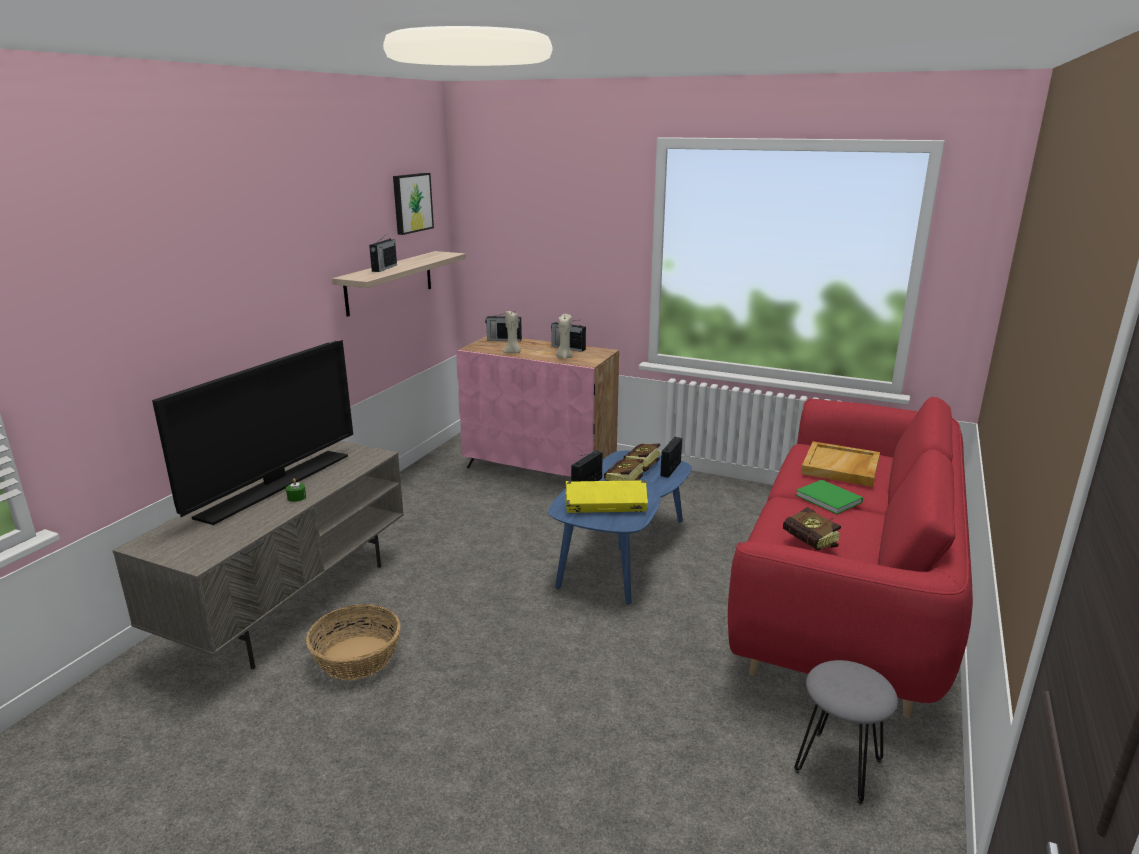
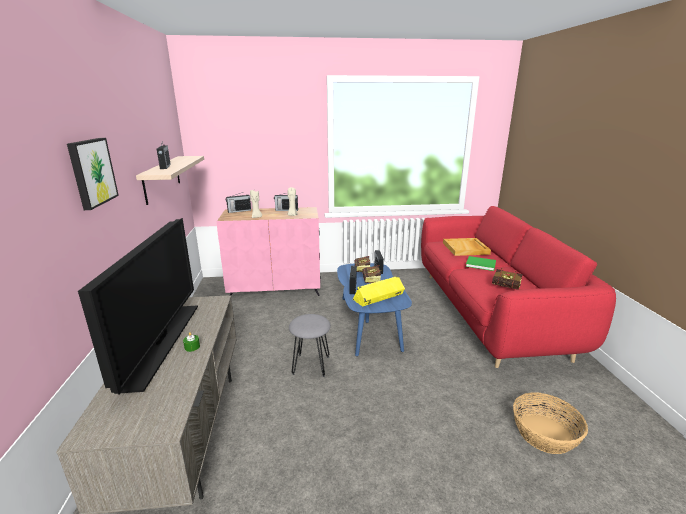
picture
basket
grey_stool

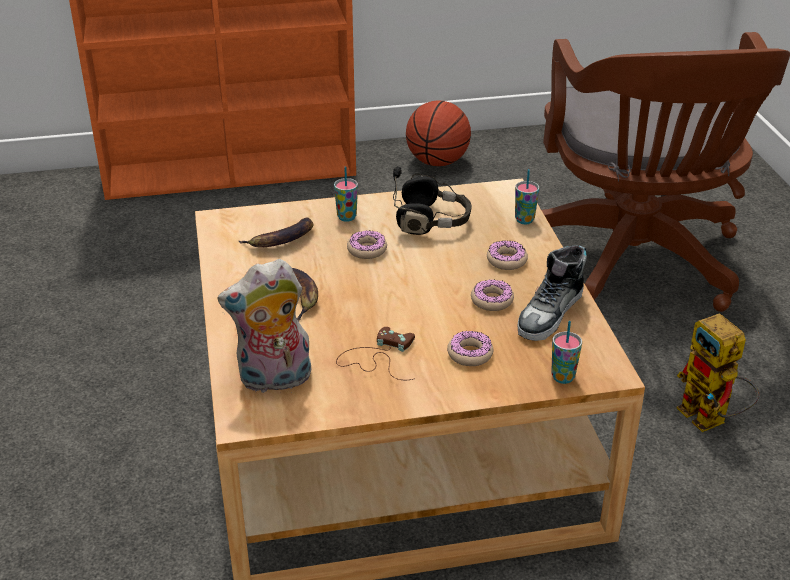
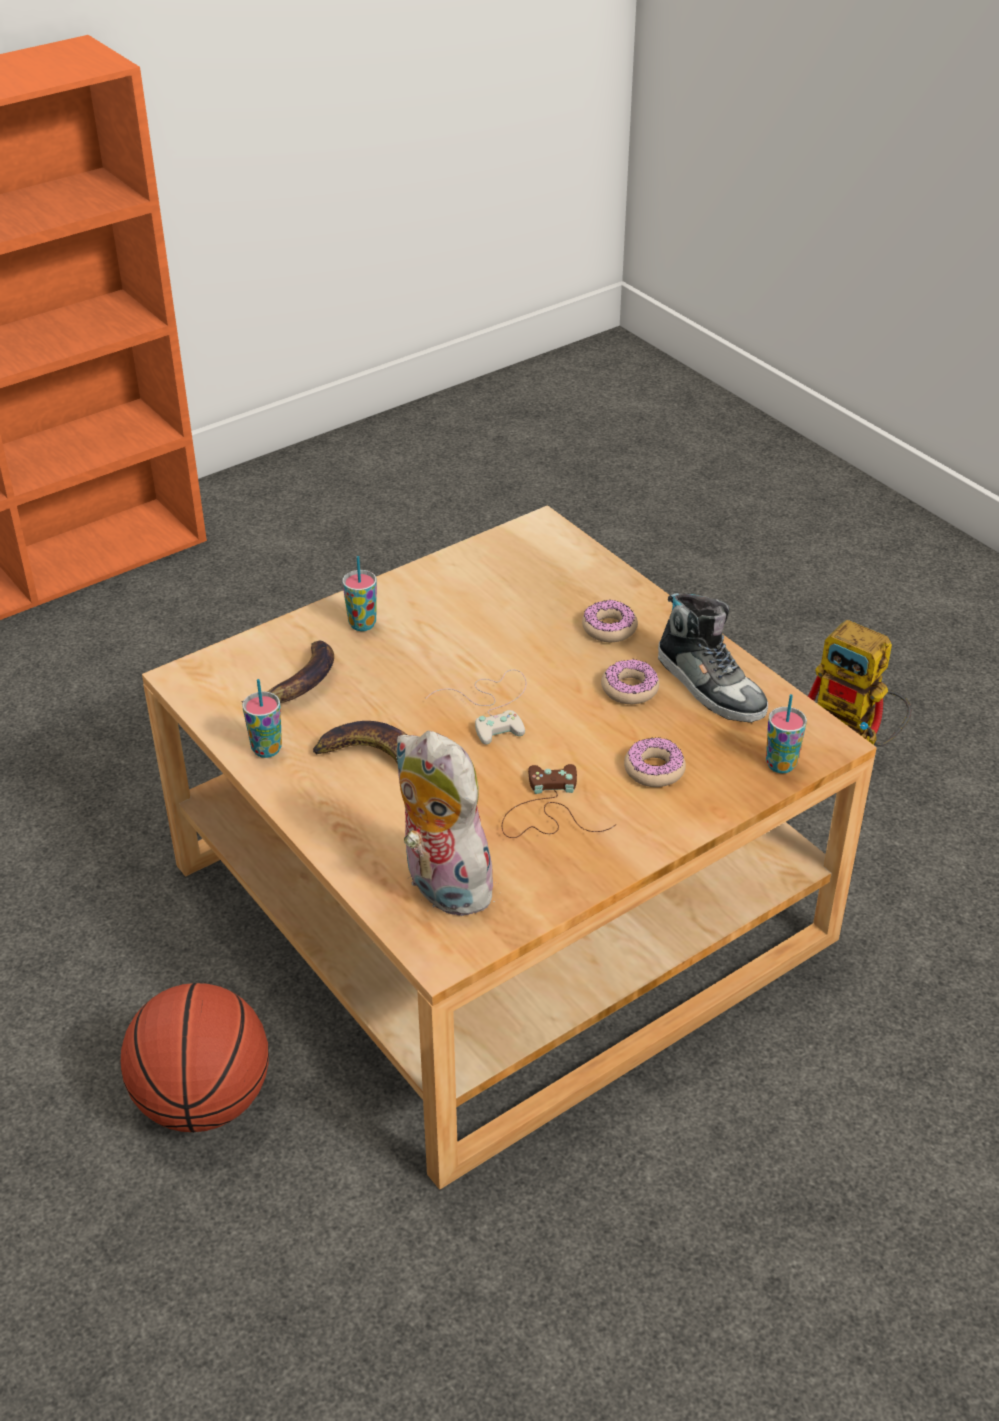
brown_office_chair
basketball
black_headphones
cup (no. 1 from left)
donut (no. 1 from left in the first image)
shoe
plush_toy
white_game_controller

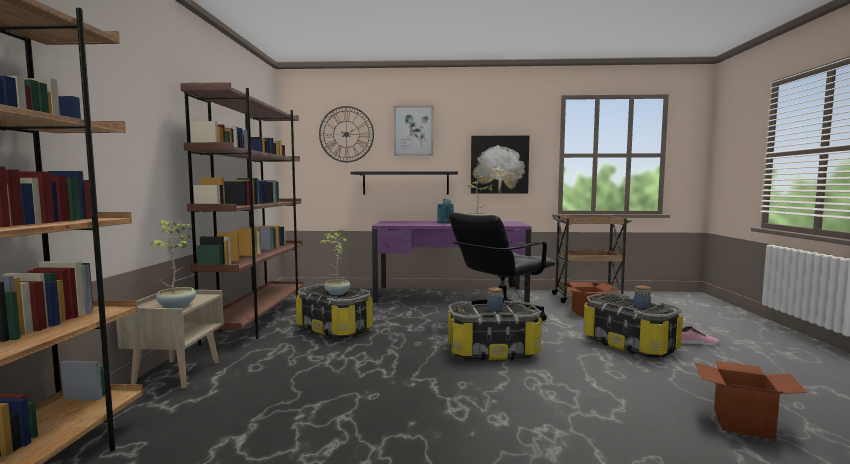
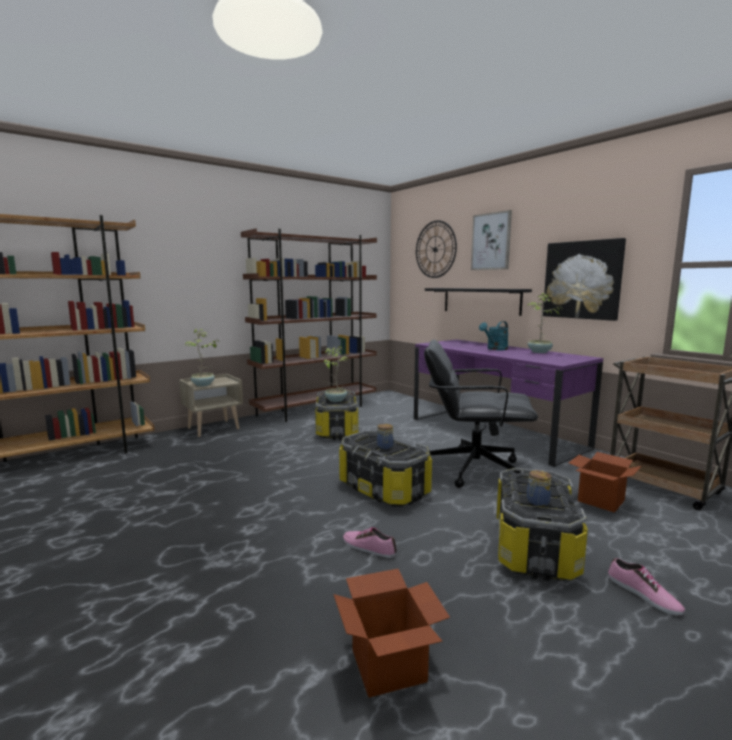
shoe (no. 1 from left)

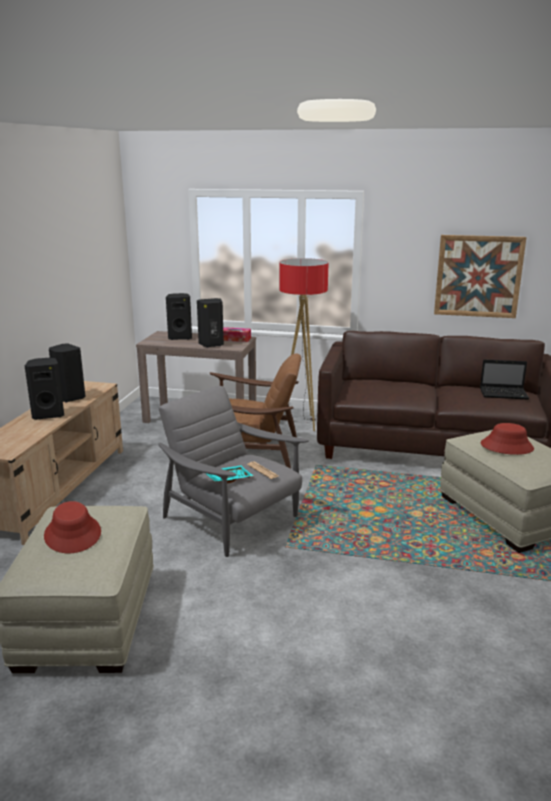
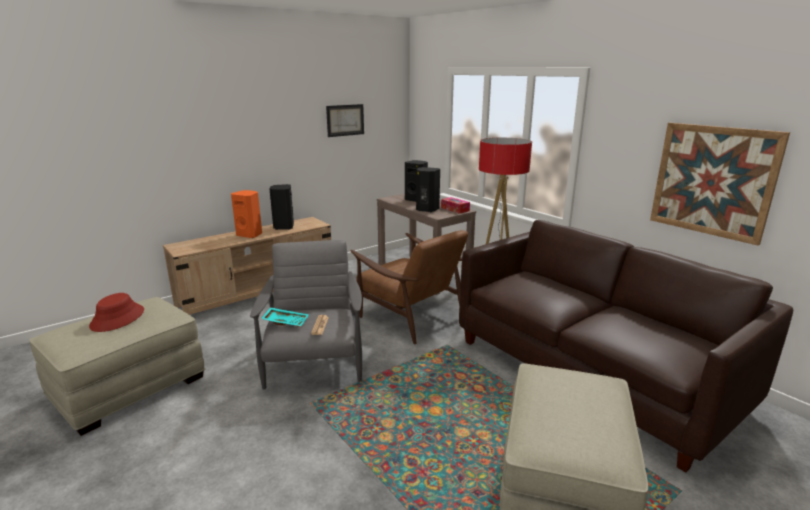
orange_speaker
laptop
red_hat (no. 2 from left in the first image)
picture (no. 1 from left)

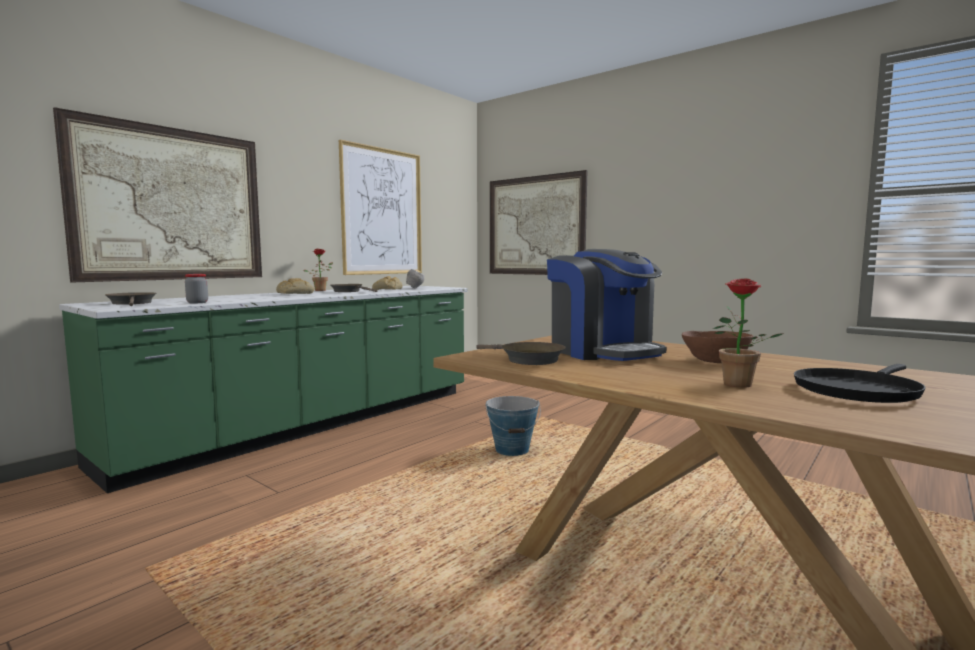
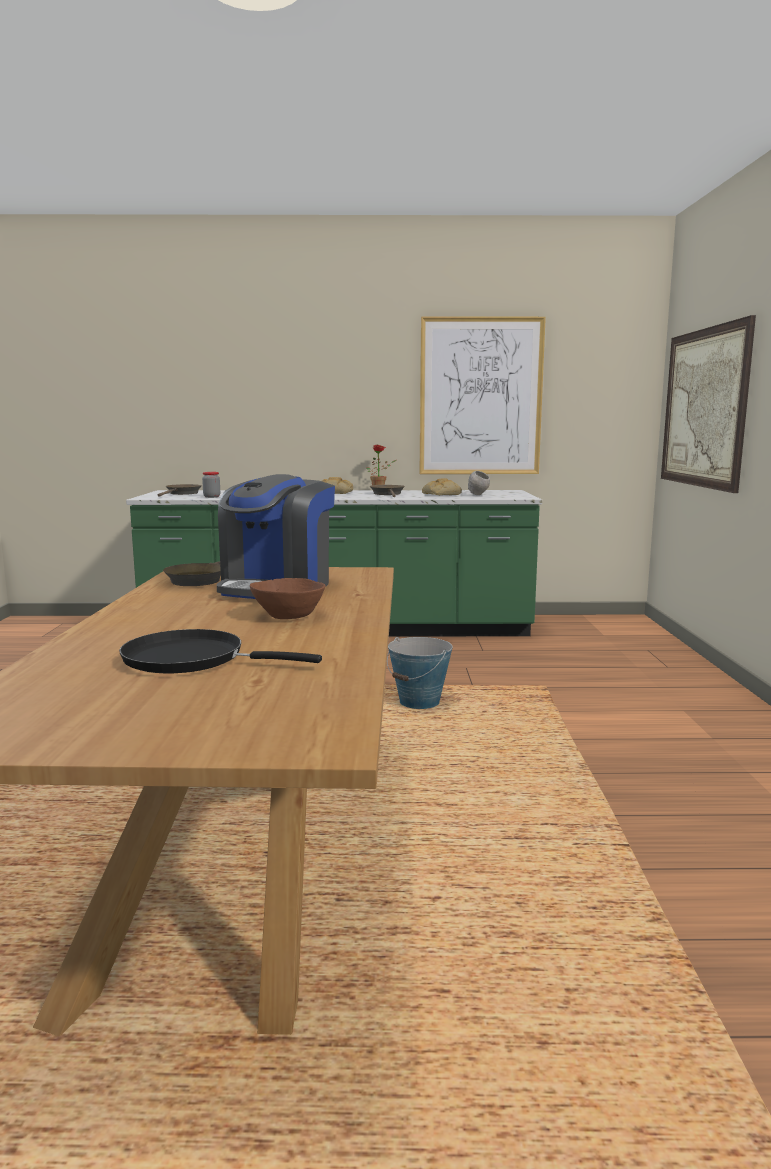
picture (no. 1 from left in the first image)
potted_plant (no. 2 from left in the first image)

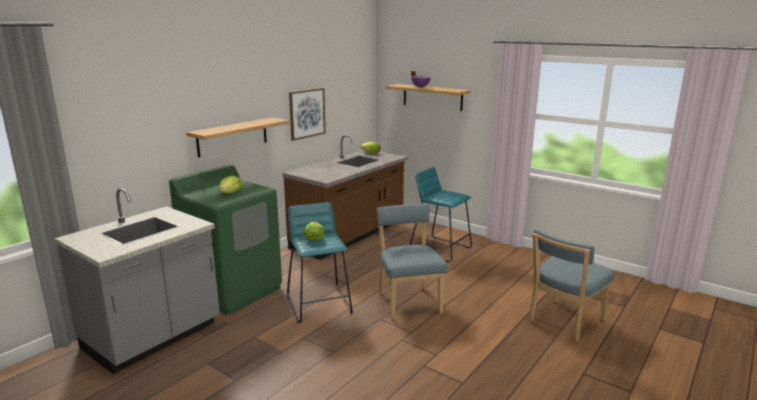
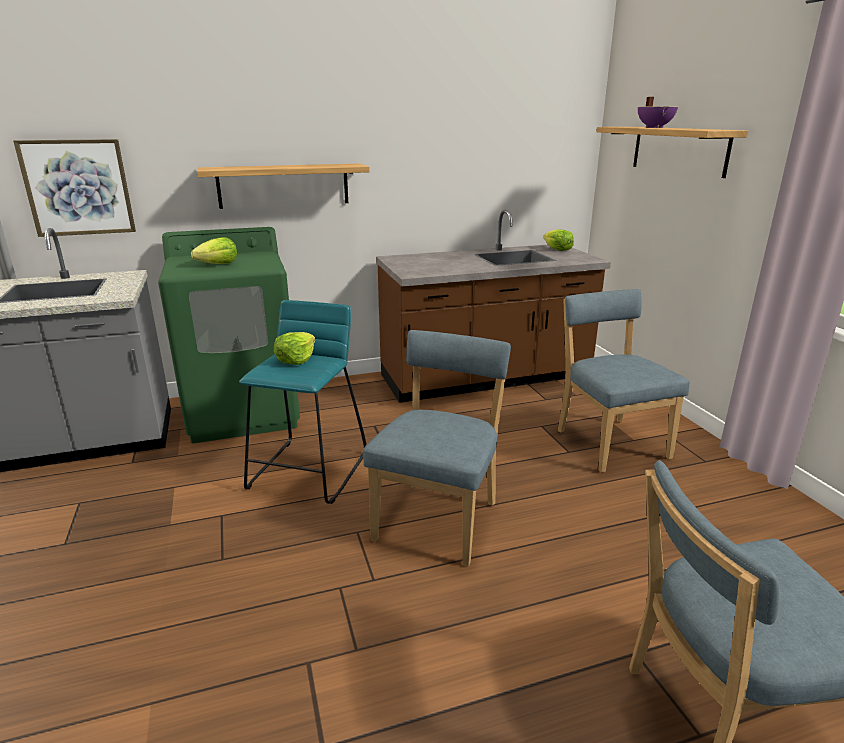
picture
blue_chair (no. 2 from left)

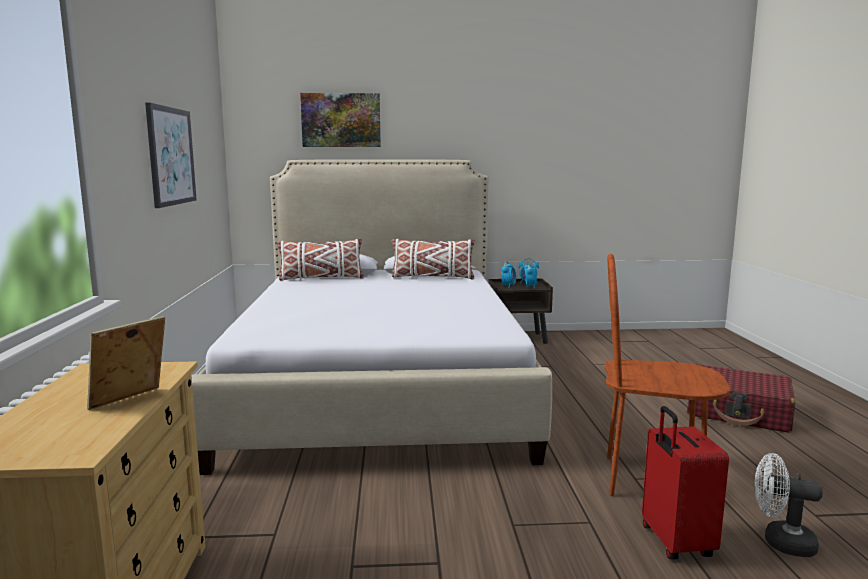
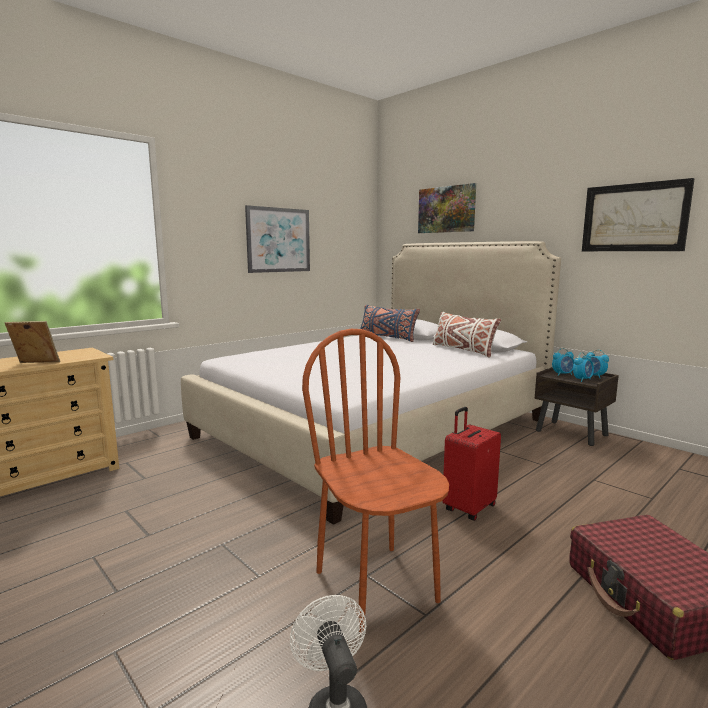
blue_pillow
red_suitcase (no. 1 from left)
picture (no. 3 from left)

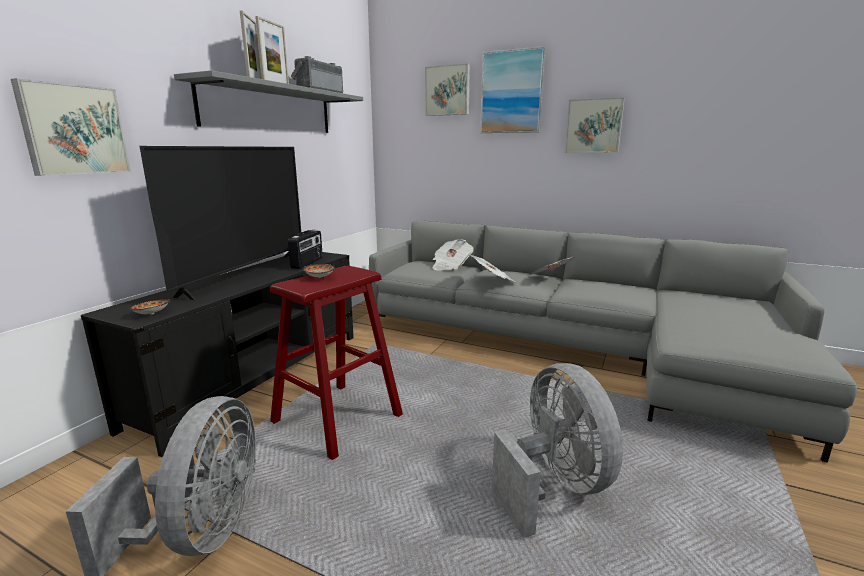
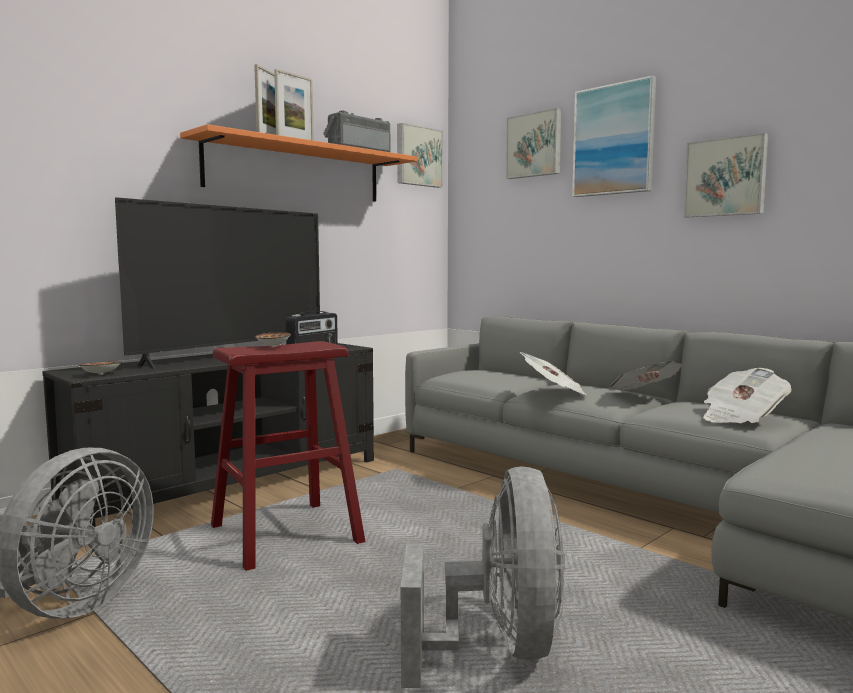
orange_shelf
picture (no. 1 from left)
newspaper (no. 3 from left)

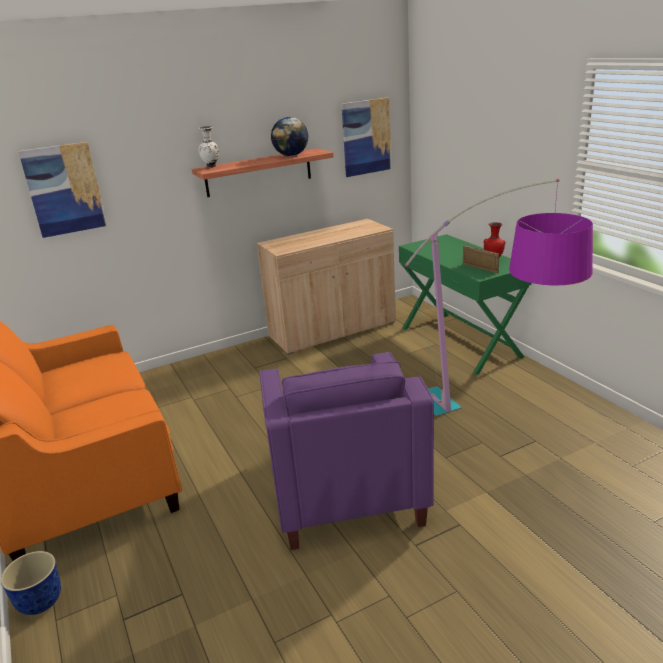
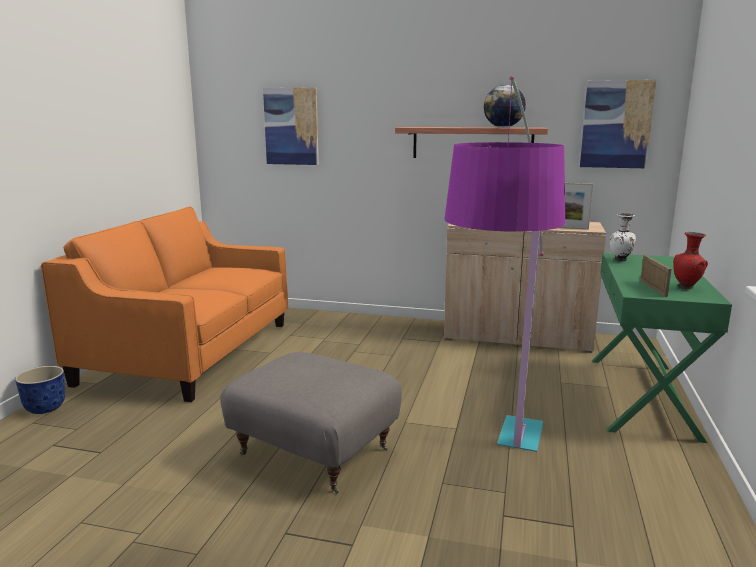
white_vase
grey_ottoman
picture_frame (no. 1 from left)

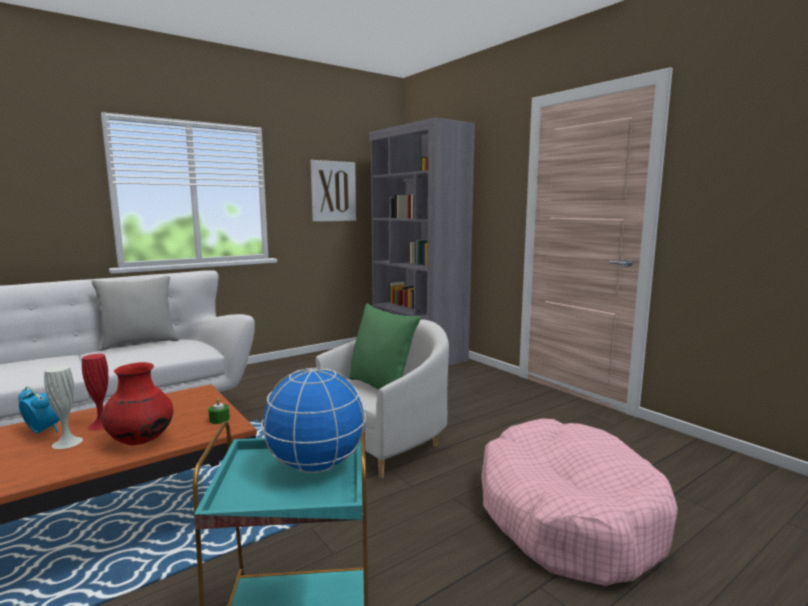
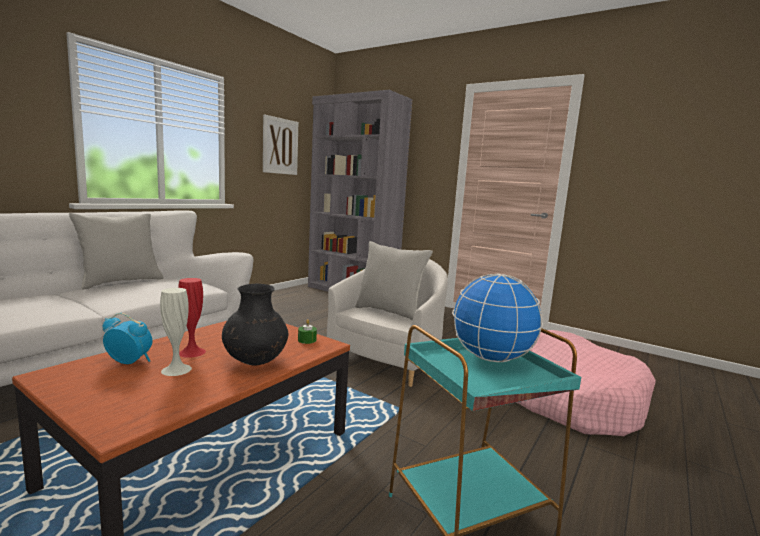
grey_pillow (no. 2 from left)
black_vase

